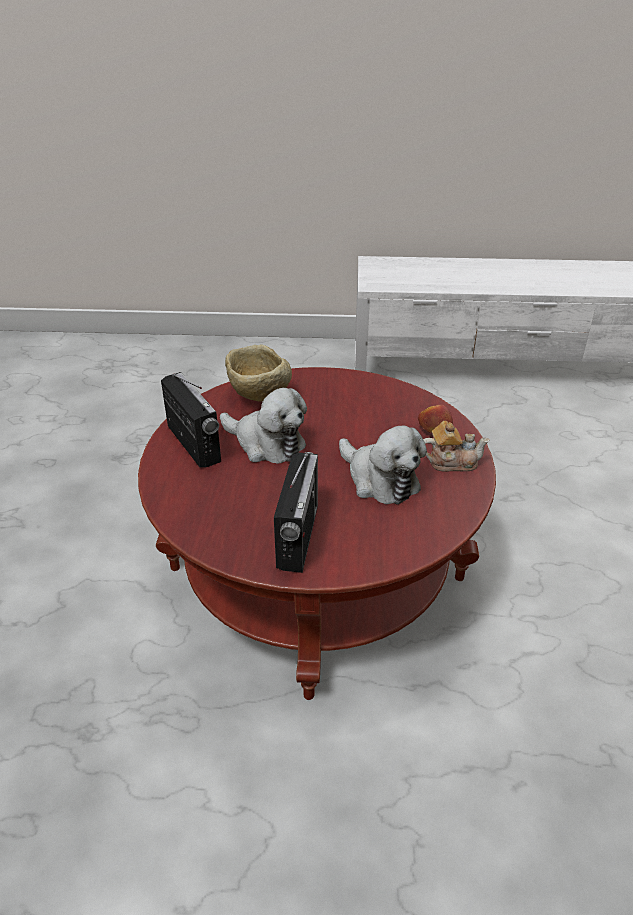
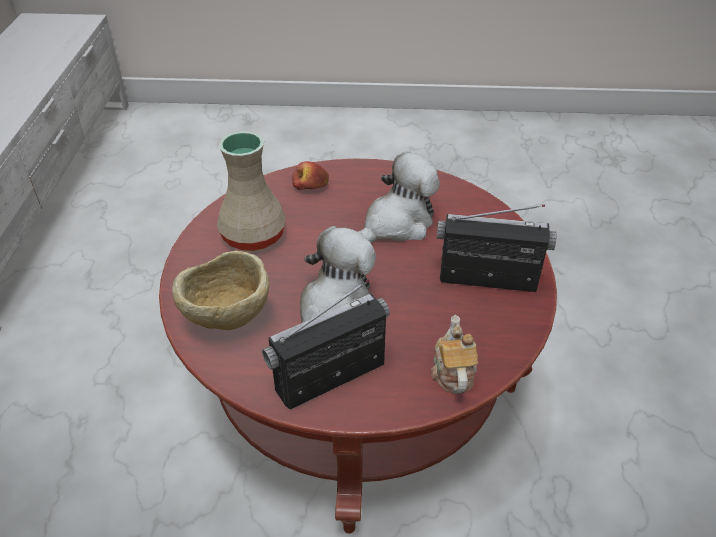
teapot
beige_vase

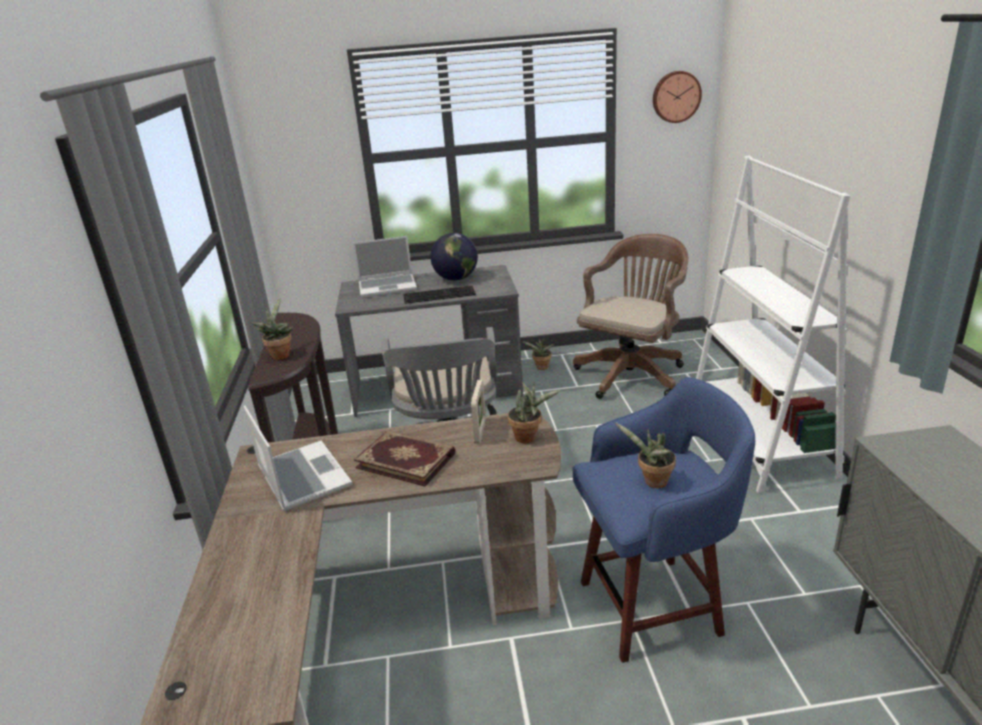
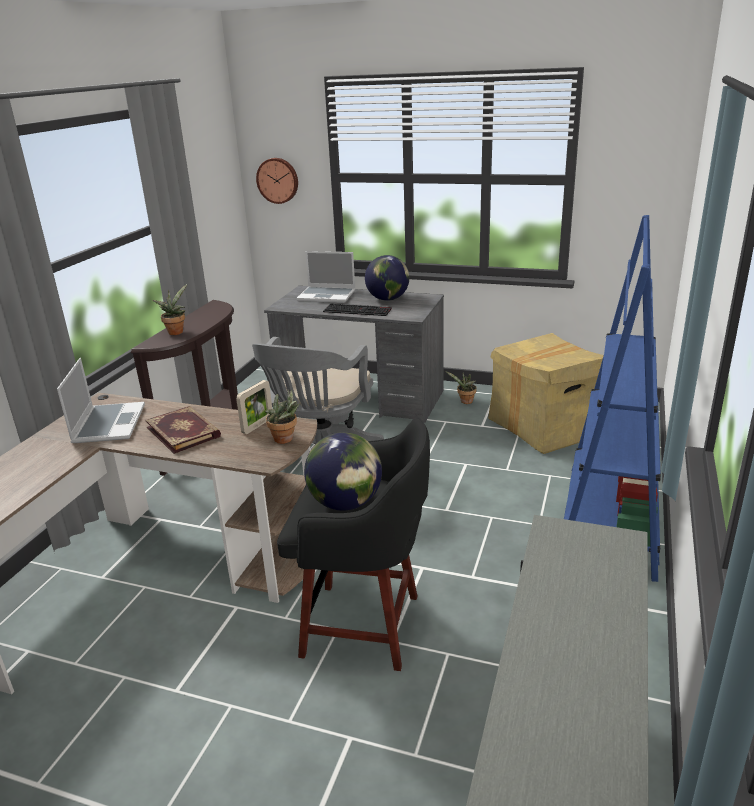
wall_clock
blue_bookcase
cardboard_box
black_stool
globe (no. 1 from left)

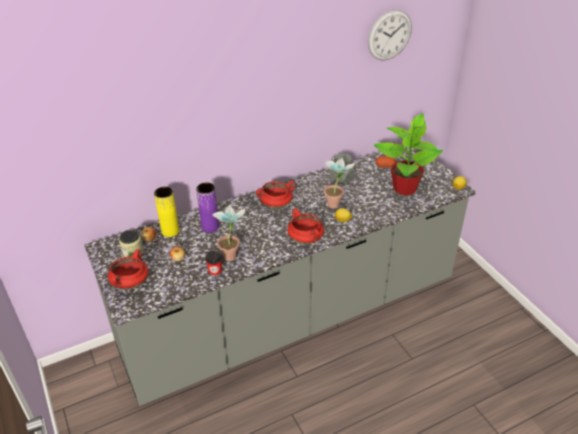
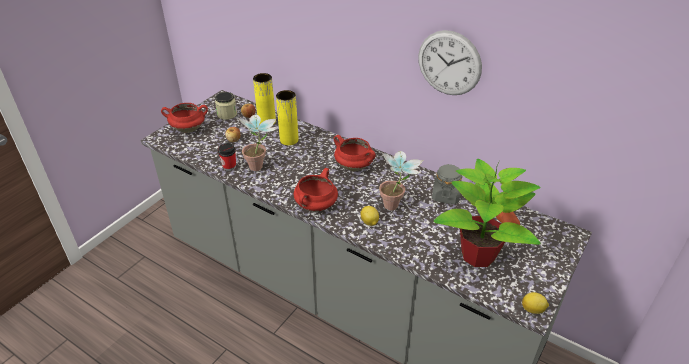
wall_clock
yellow_vase (no. 2 from left)

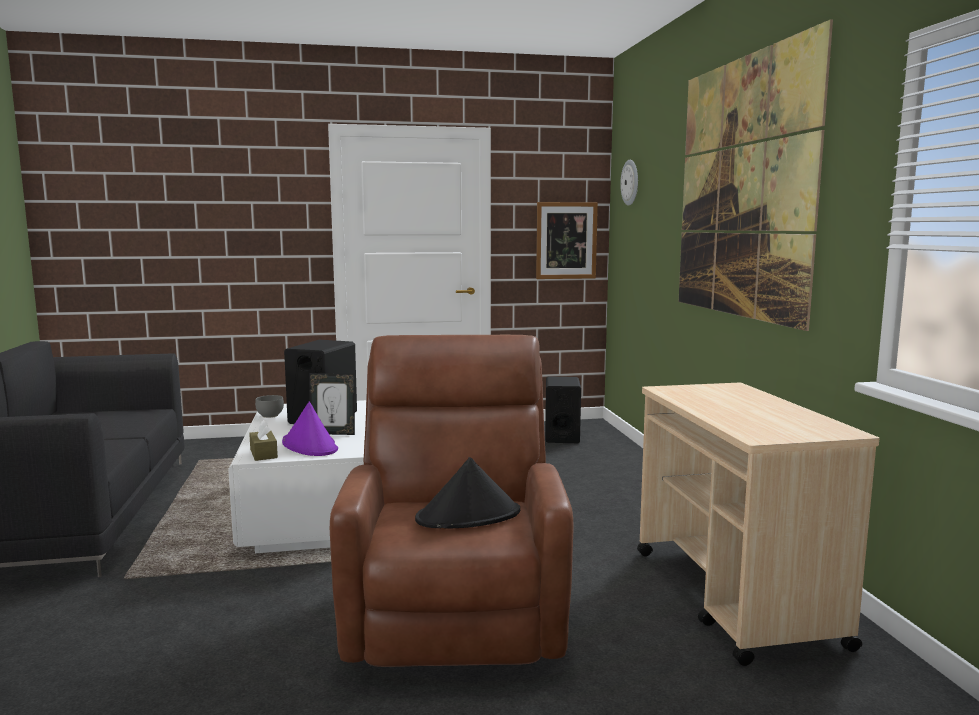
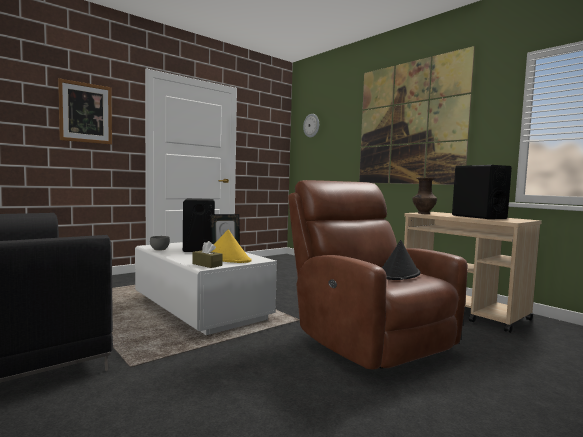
picture (no. 1 from left)
black_speaker (no. 2 from left)
yellow_hat
brown_vase

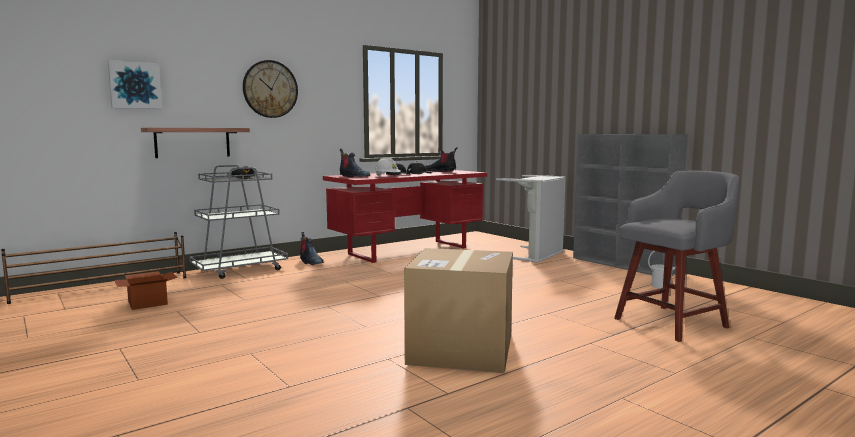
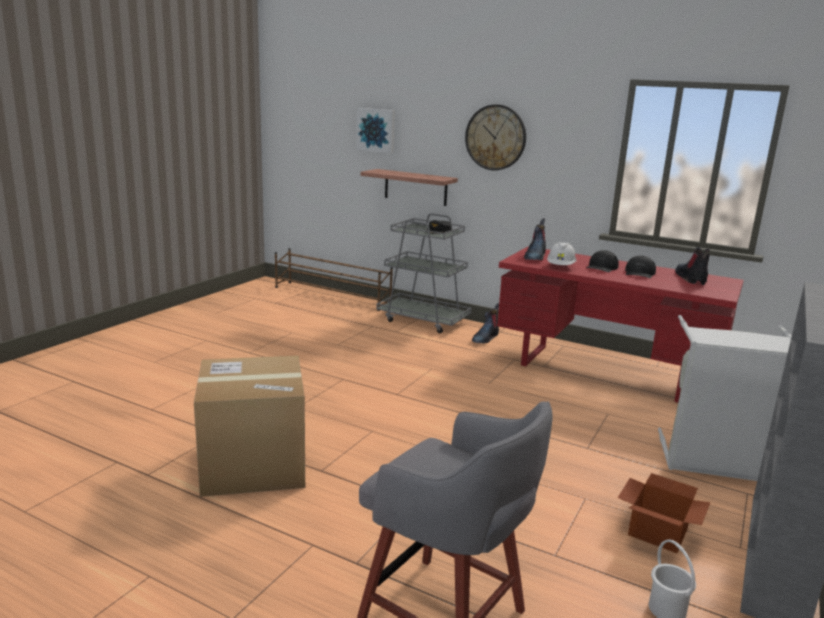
cardboard_box (no. 2 from left)

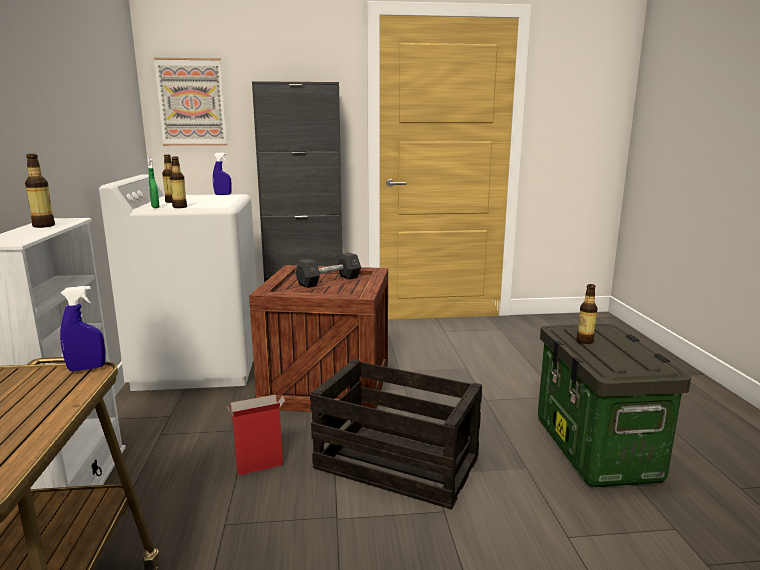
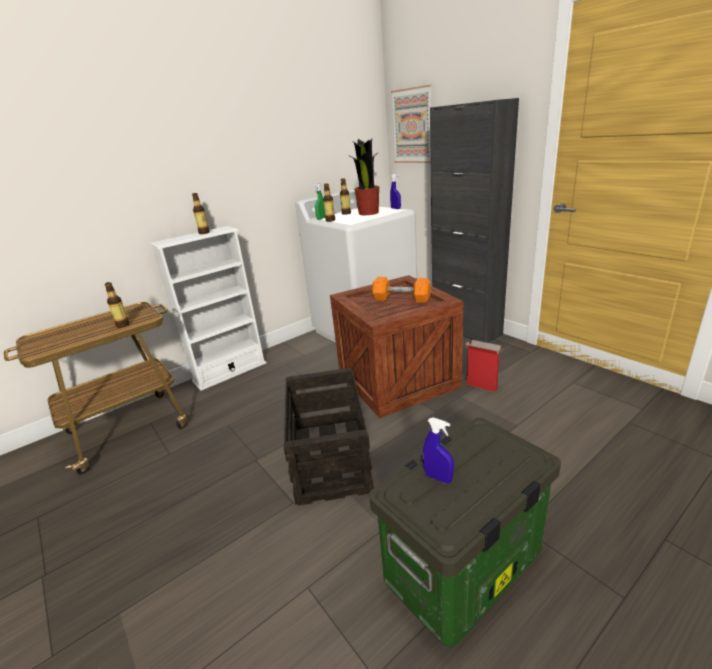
orange_dumbbell
bottle (no. 1 from left)
blue_spray_bottle (no. 2 from left)
cardboard_box
potted_plant

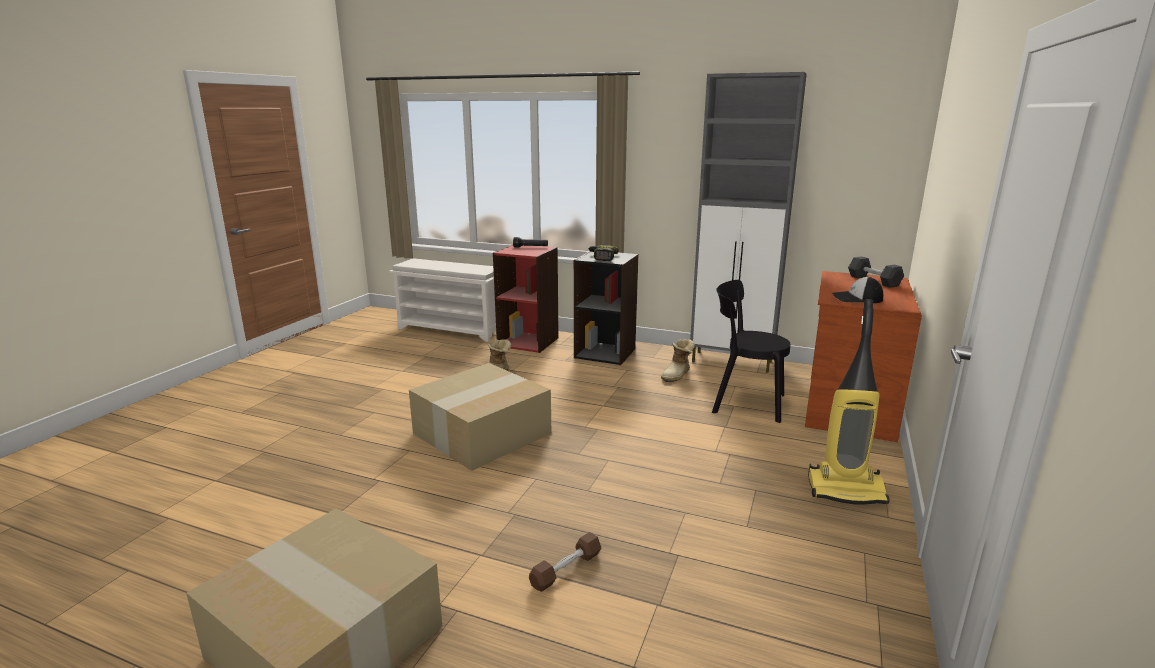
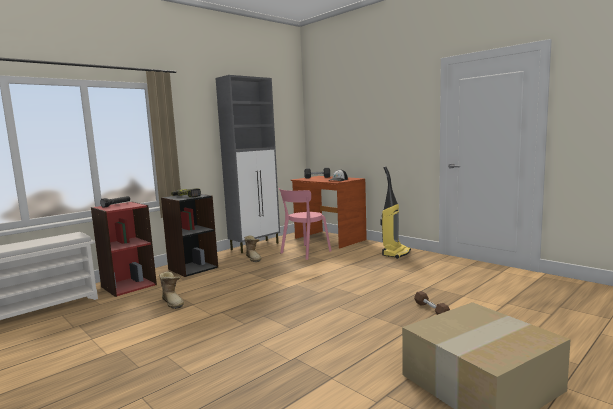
pink_chair
cardboard_box (no. 2 from left in the first image)

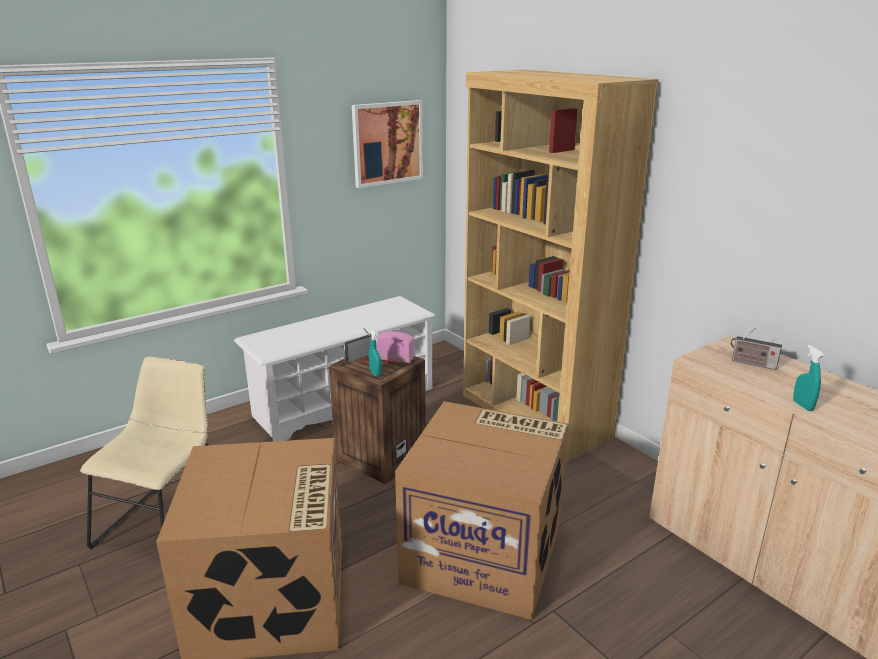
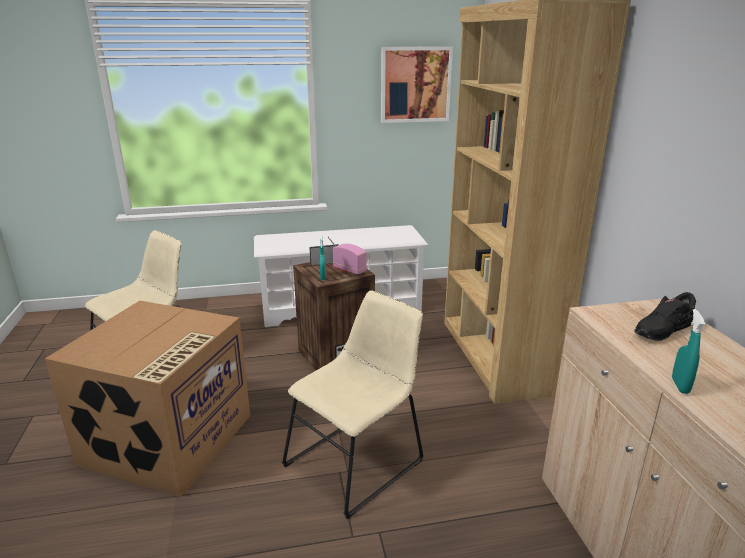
black_shoe
beige_chair (no. 2 from left)

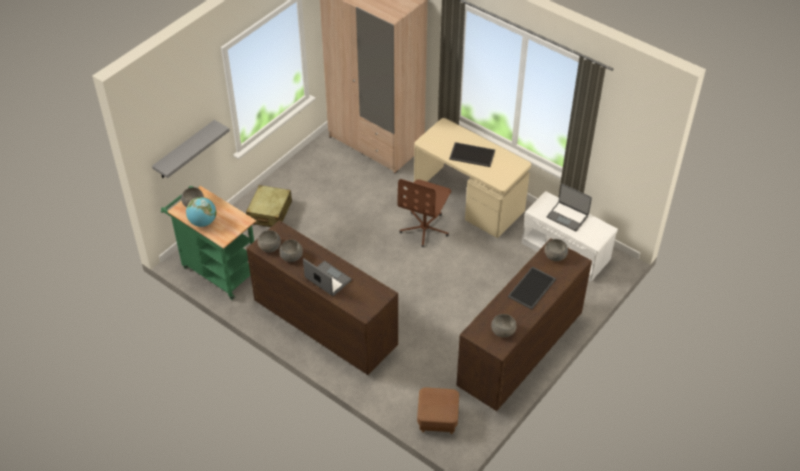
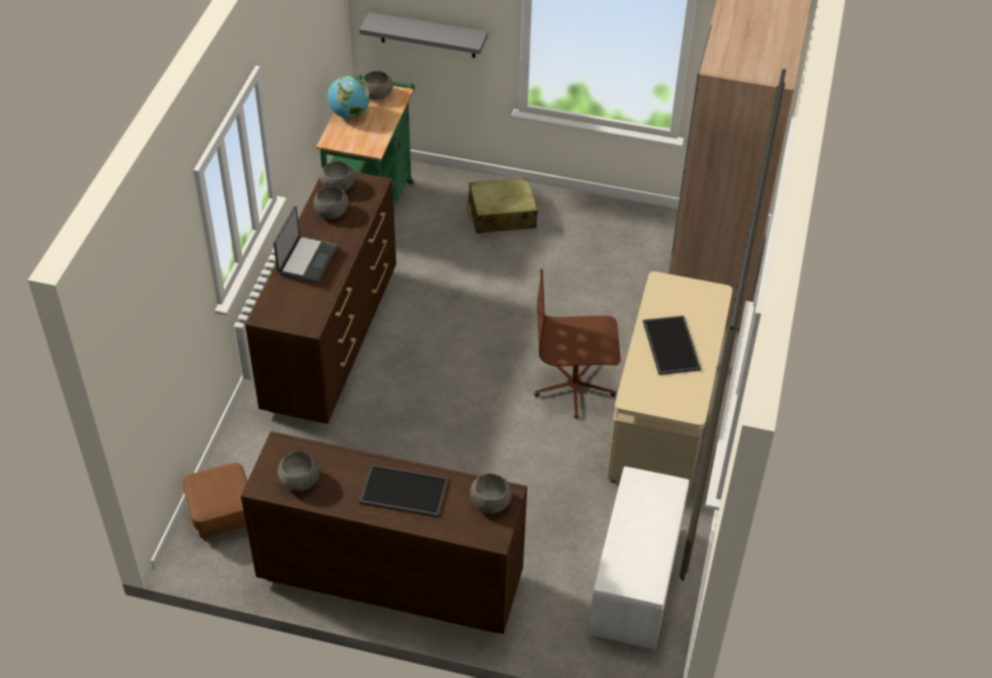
laptop (no. 2 from left in the first image)

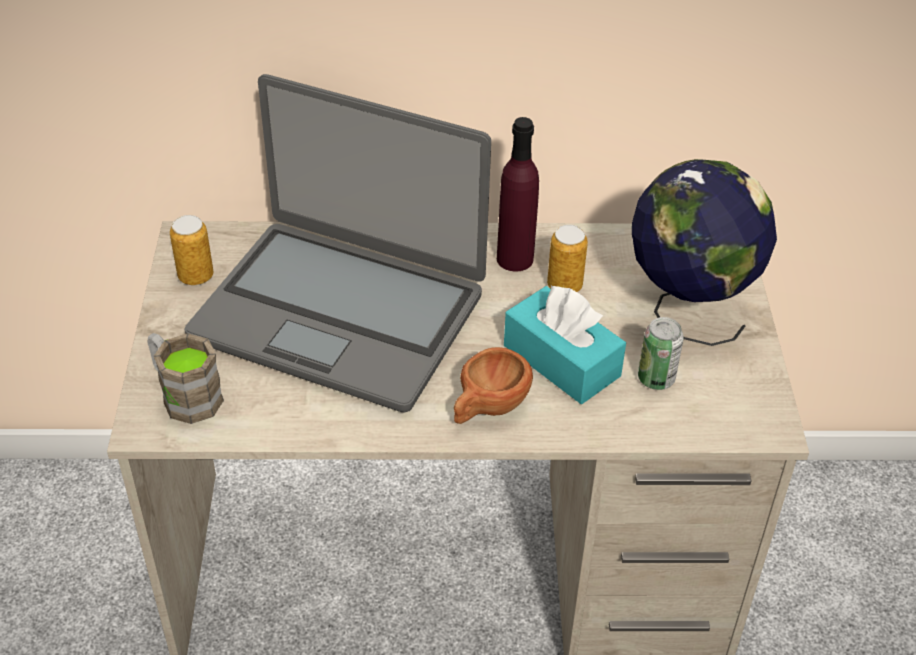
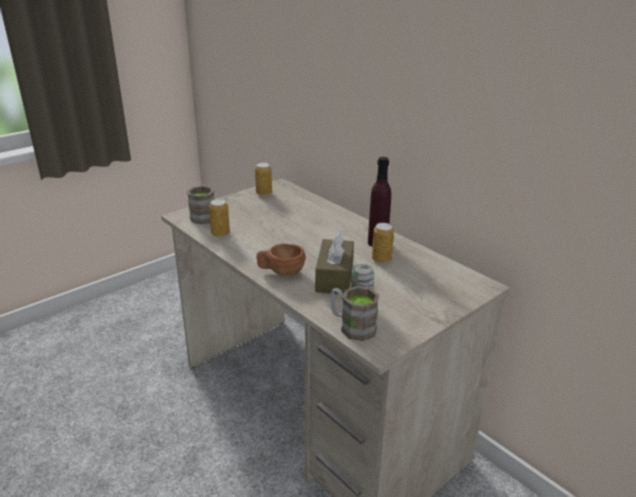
laptop
globe
brown_tissue_box
can (no. 1 from left)
brown_mug (no. 2 from left)

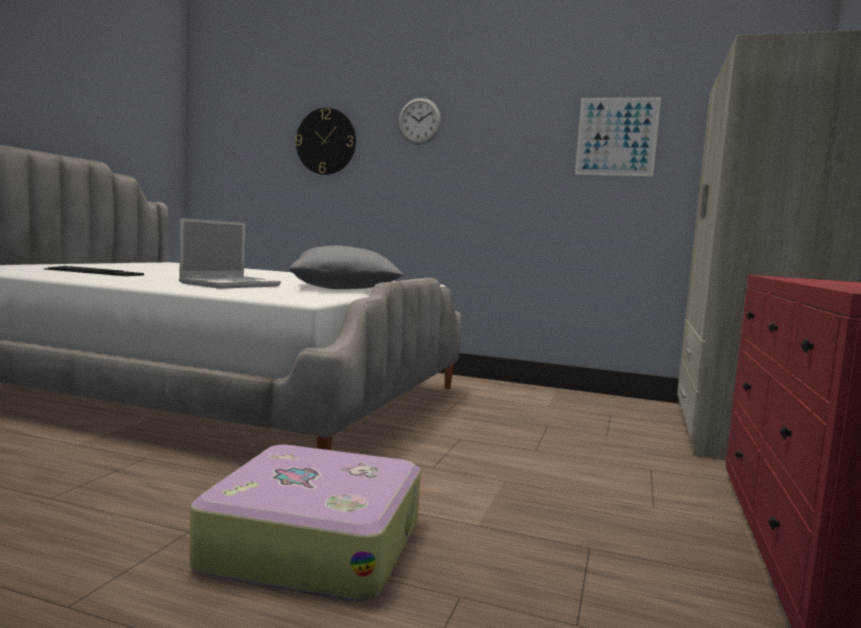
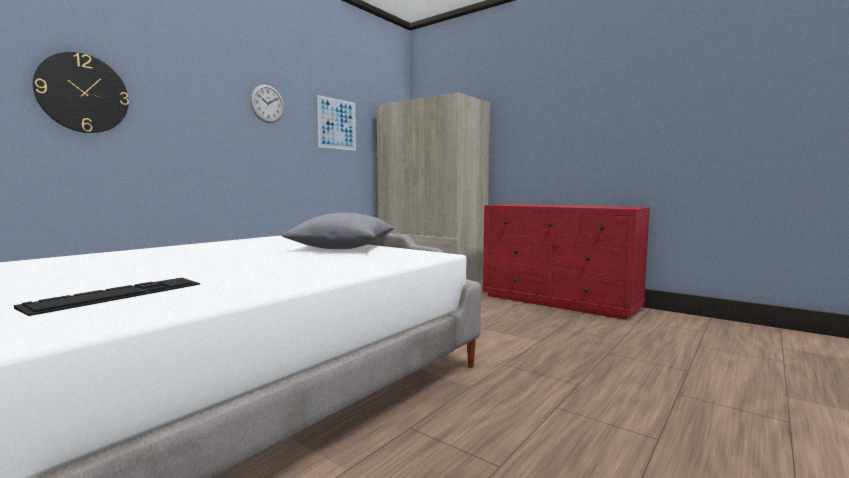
wall_clock (no. 2 from left)
laptop
suitcase

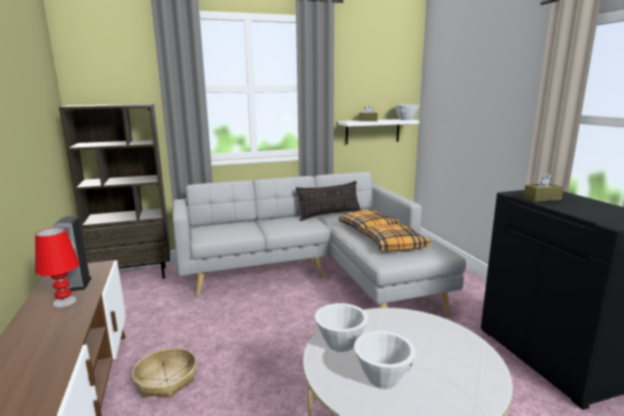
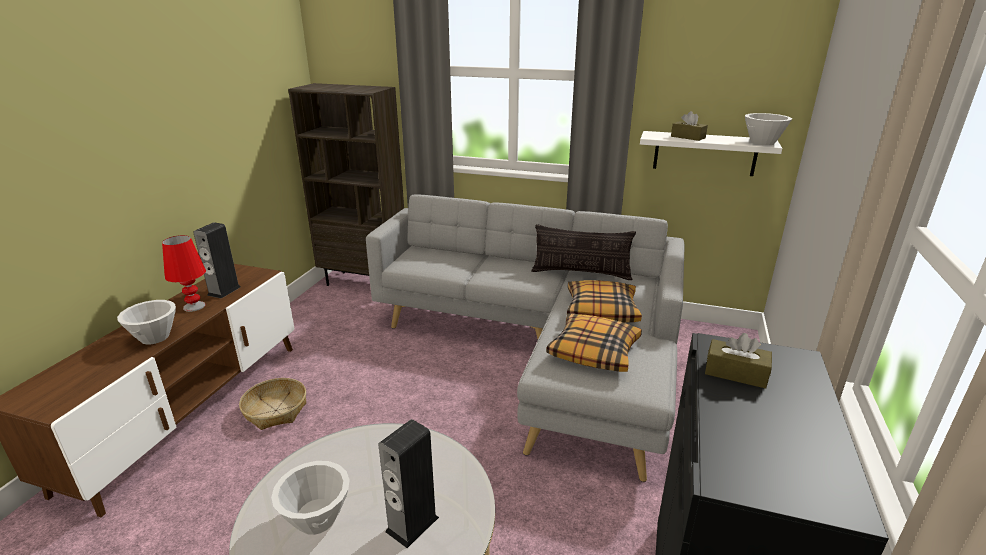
white_bowl (no. 1 from left)
speaker (no. 2 from left)

